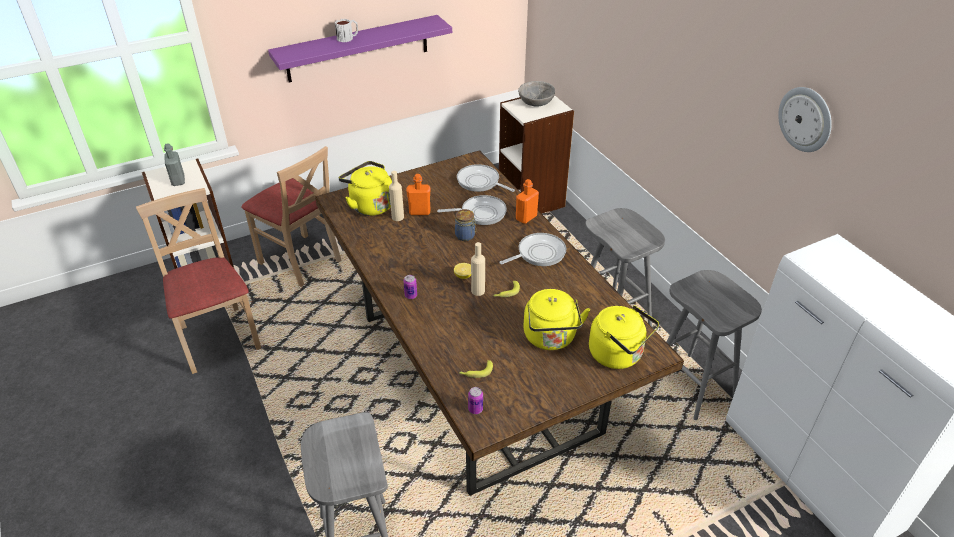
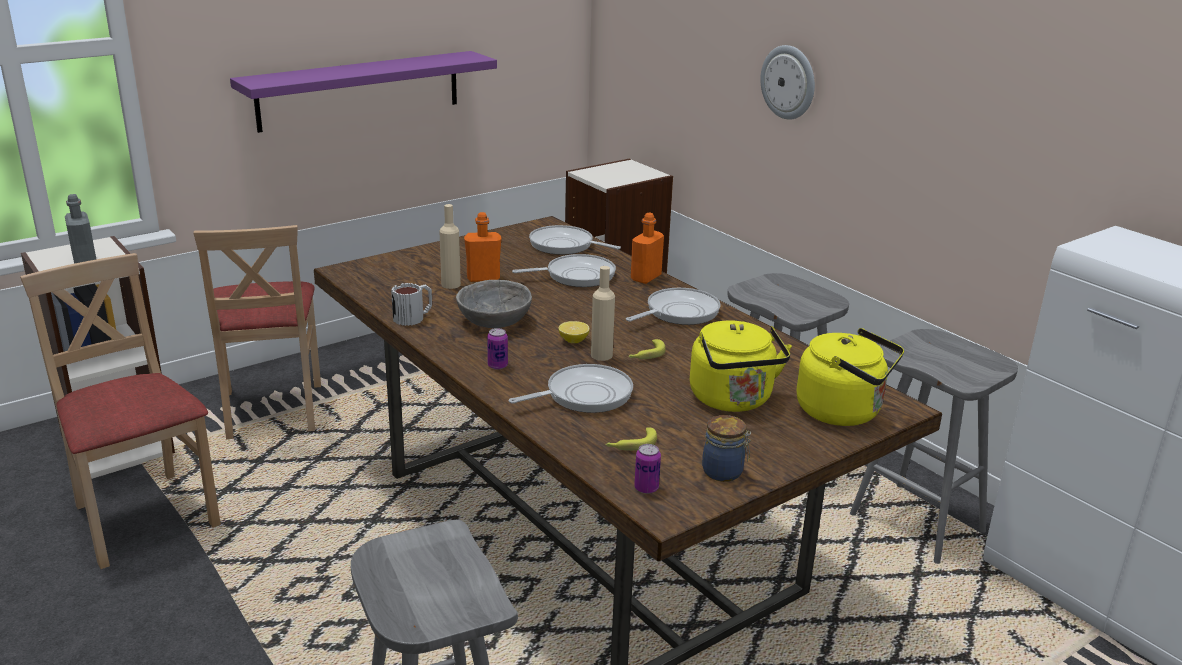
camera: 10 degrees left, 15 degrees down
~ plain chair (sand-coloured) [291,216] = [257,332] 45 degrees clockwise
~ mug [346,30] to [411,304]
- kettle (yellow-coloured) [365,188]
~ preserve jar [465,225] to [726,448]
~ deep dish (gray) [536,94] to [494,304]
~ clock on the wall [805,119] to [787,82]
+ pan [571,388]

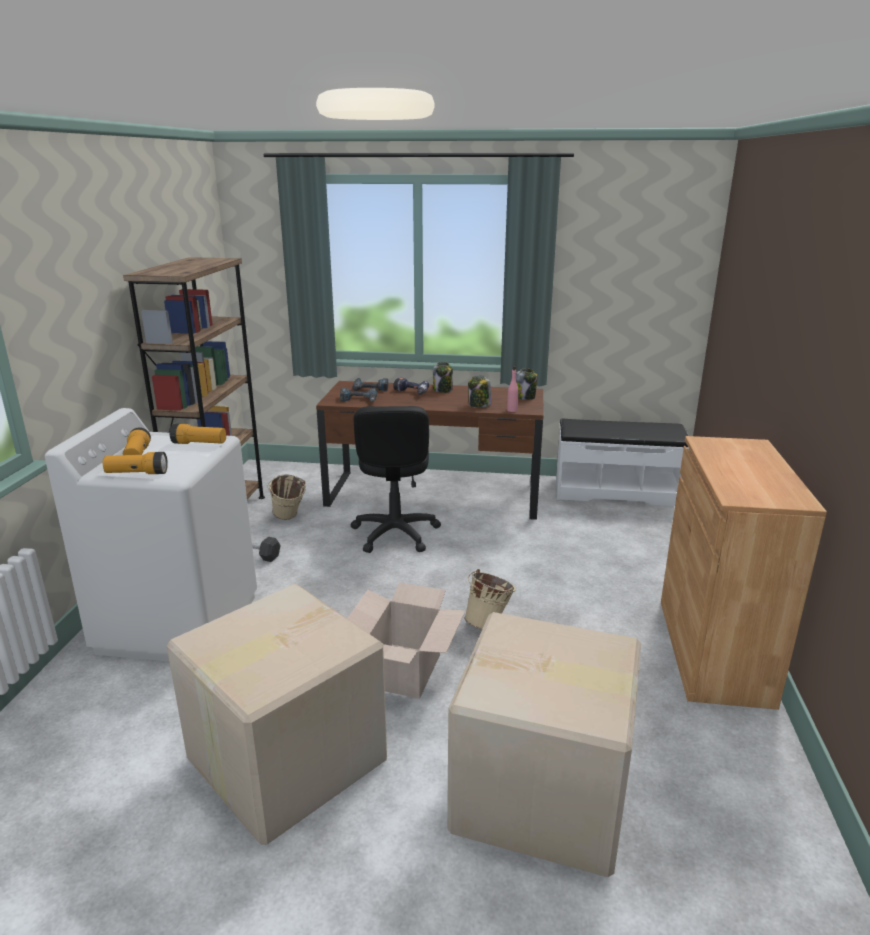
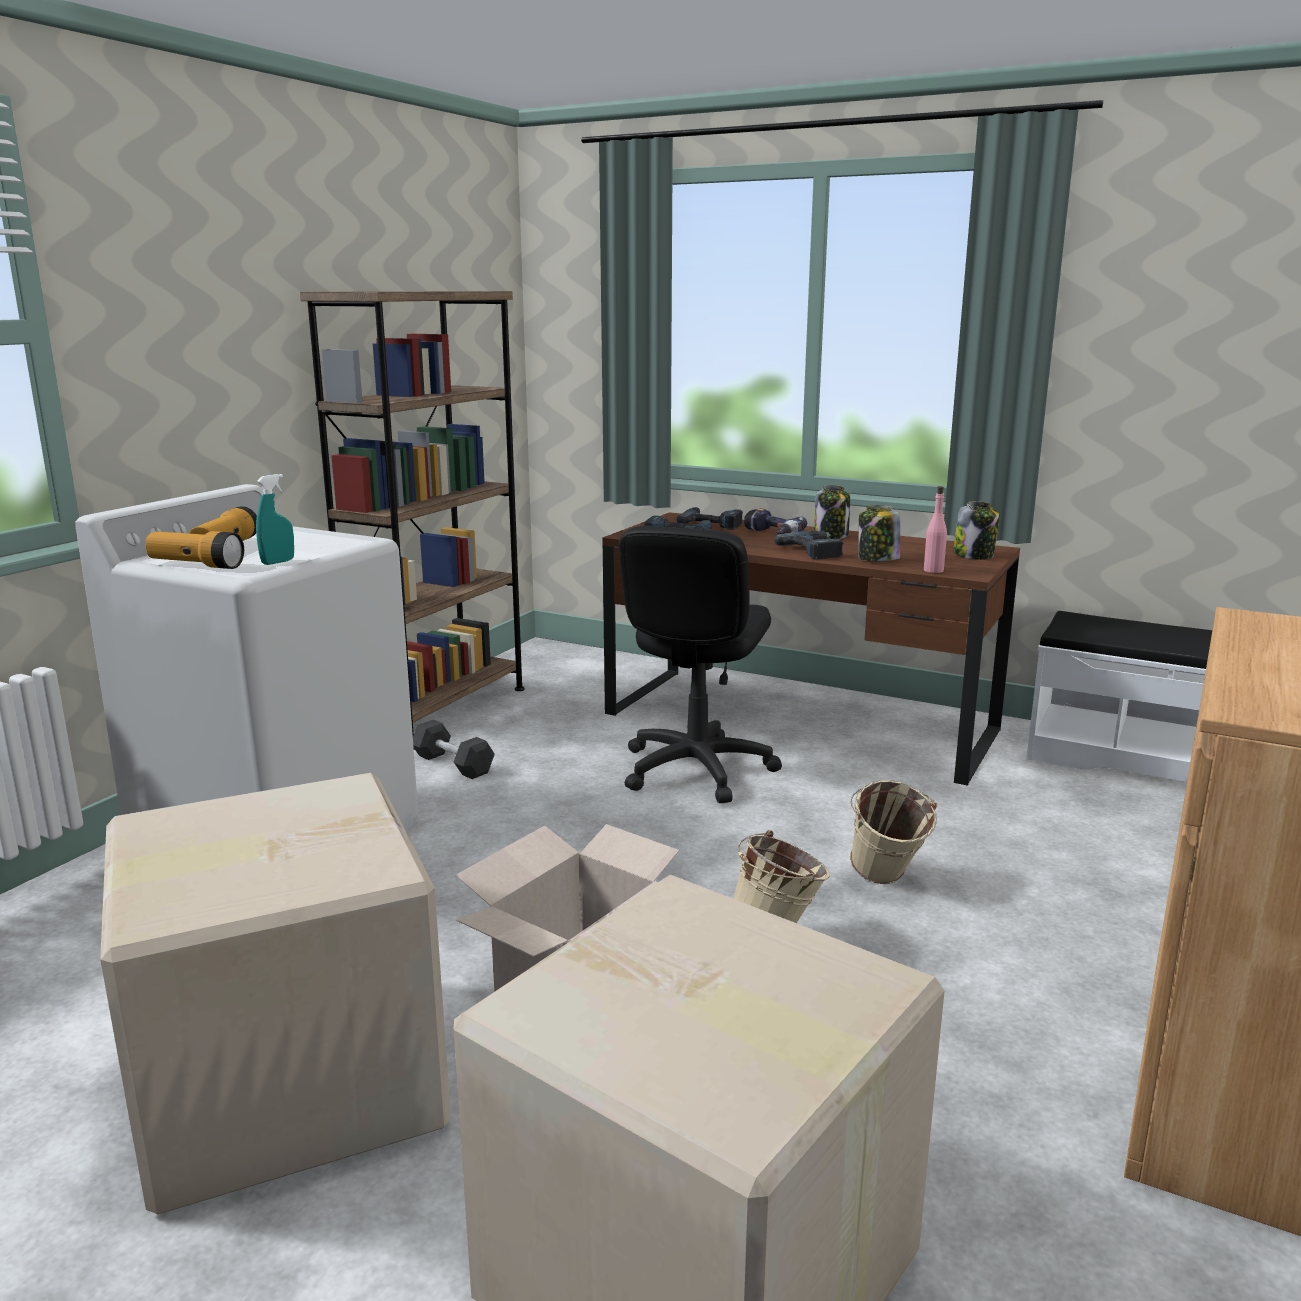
camera: 20 degrees right, 5 degrees down
- hand torch [198,433]
~ water bucket (sand-coloured) [286,497] to [894,832]
+ hand sprayer (turquoise-coloured) [275,519]
+ electric drill [809,544]

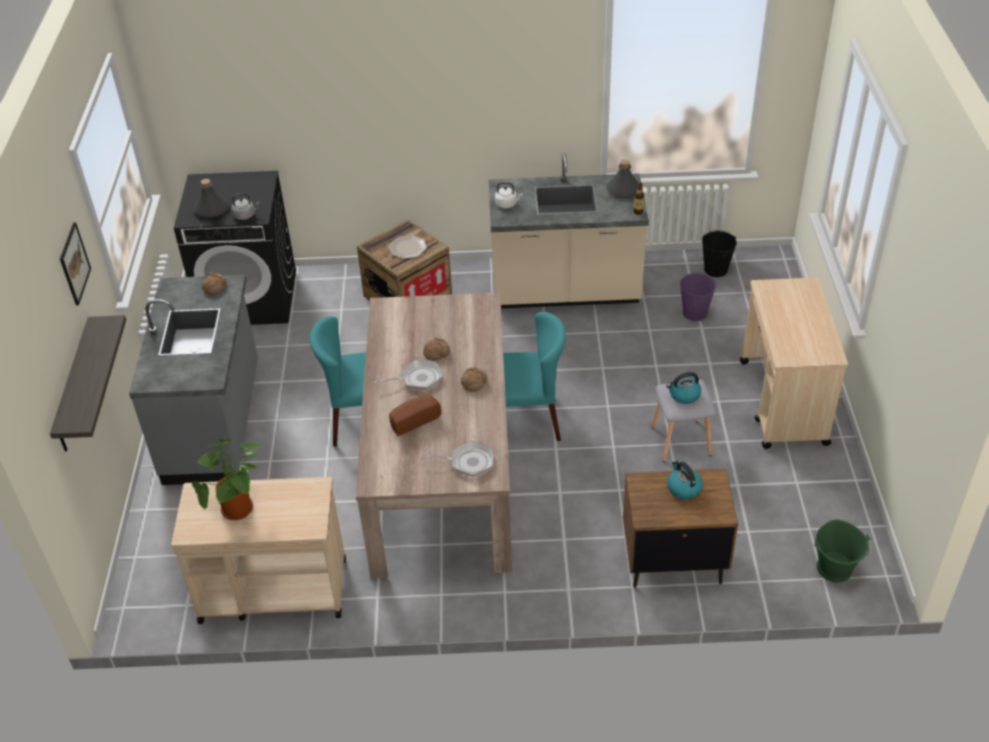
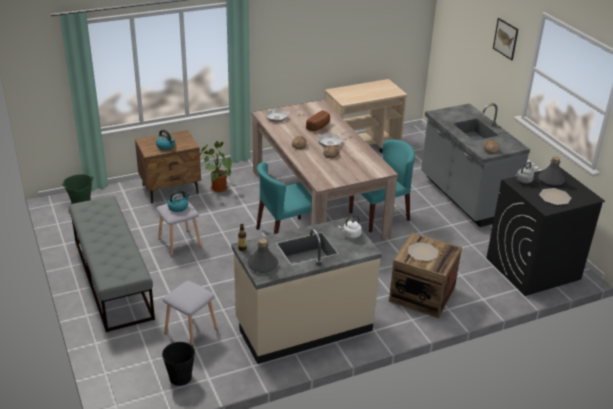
camera: 155 degrees right, 10 degrees down
- shelf [88,383]
~ plant in a pot [226,479] to [216,166]
~ water bucket (purple) [698,297] to stool seat (gray) [190,314]
~ trolley (sand-coloured) [794,363] to bench (gray) [112,264]
+ plate [555,196]

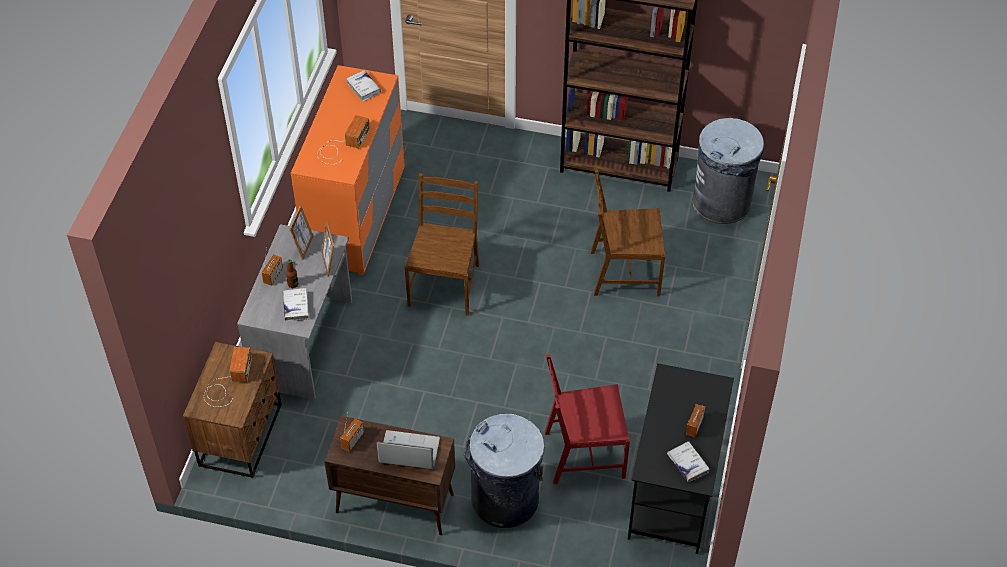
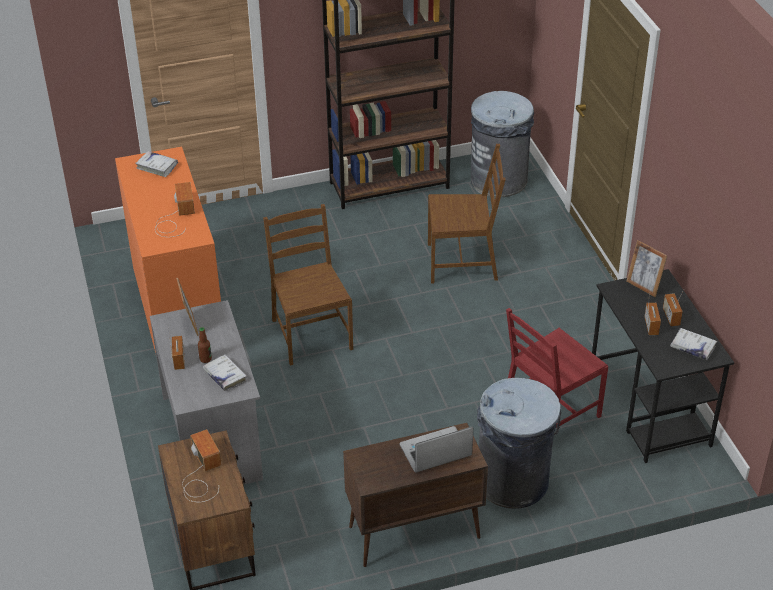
camera: 30 degrees left, 10 degrees down
~ picture frame [327,249] to [646,268]
~ radio set [352,433] to [652,313]
~ plain chair (brown-coloured) [628,232] = [467,214] 150 degrees counterclockwise

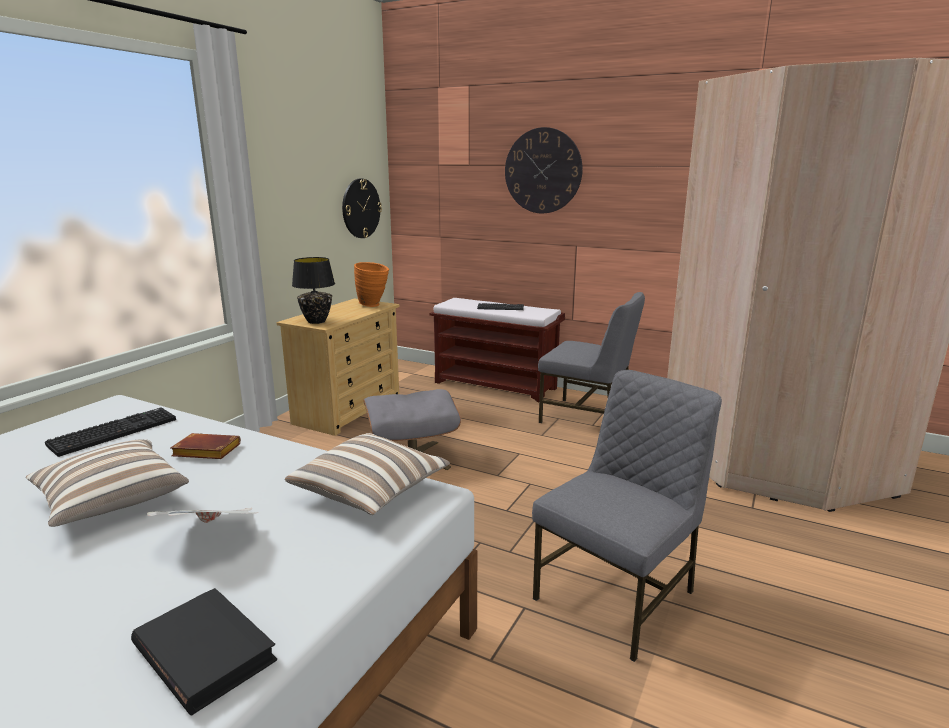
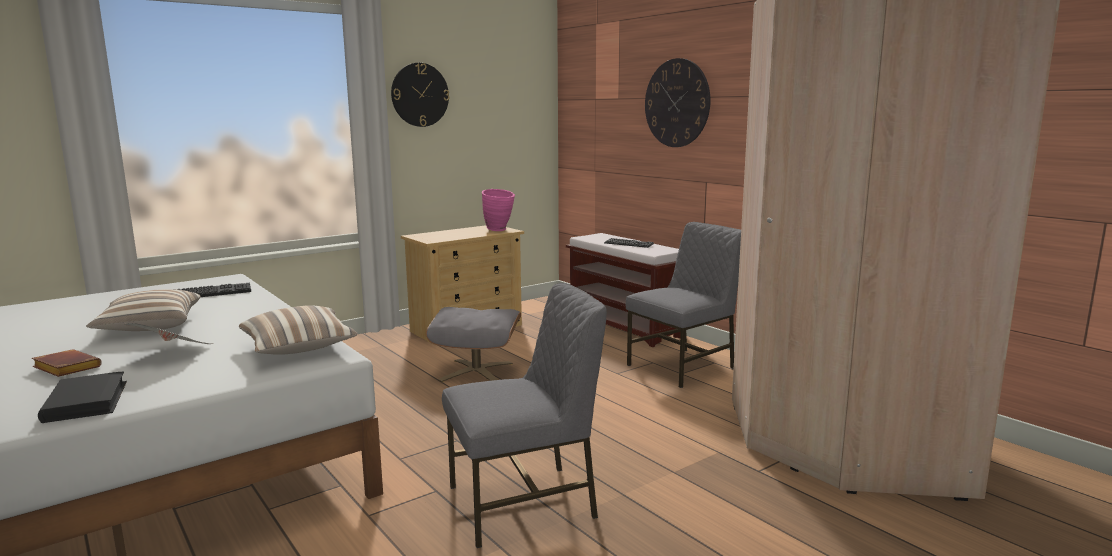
camera: 25 degrees right, 5 degrees down
~ book (brown-coloured) [205,446] to [67,363]
- table lamp (black) [313,290]
~ clock on the wall [362,208] to [420,95]
~ vase (orange-coloured) [371,284] to vase (pink) [498,210]
~ plain chair (gray) [591,357] = [683,305] 90 degrees counterclockwise

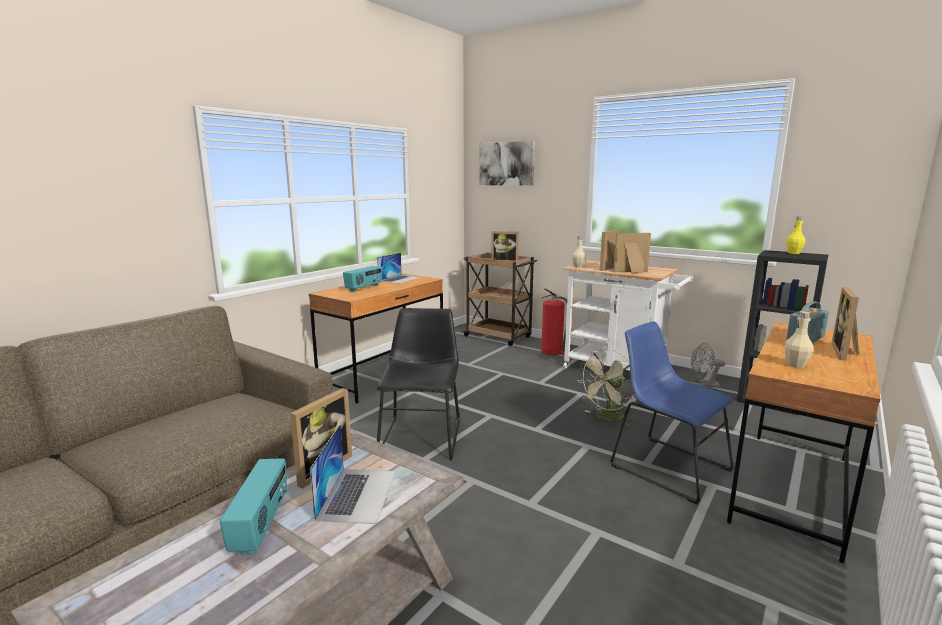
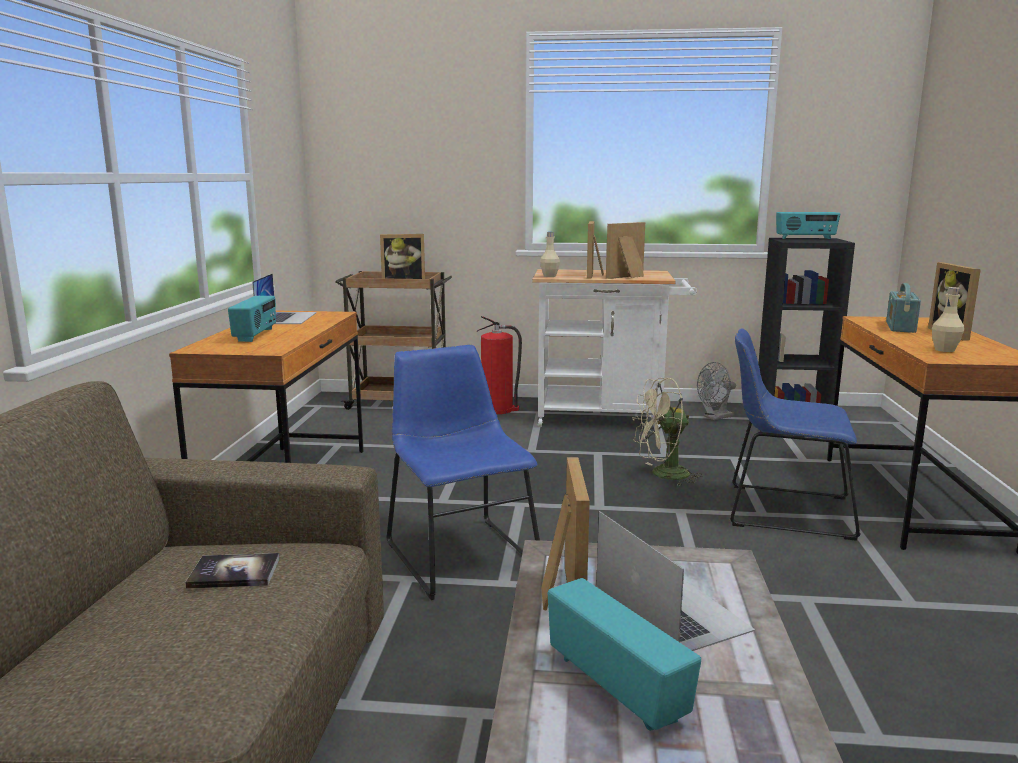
camera: 30 degrees left, 0 degrees up
~ plain chair (black) [418,384] to plain chair (bluish) [463,472]
- picture [507,163]
~ fan (sand-coloured) [605,387] = [668,432] 60 degrees clockwise
~ drink bottle (yellow-coloured) [796,235] to radio set [808,225]
+ book [232,571]

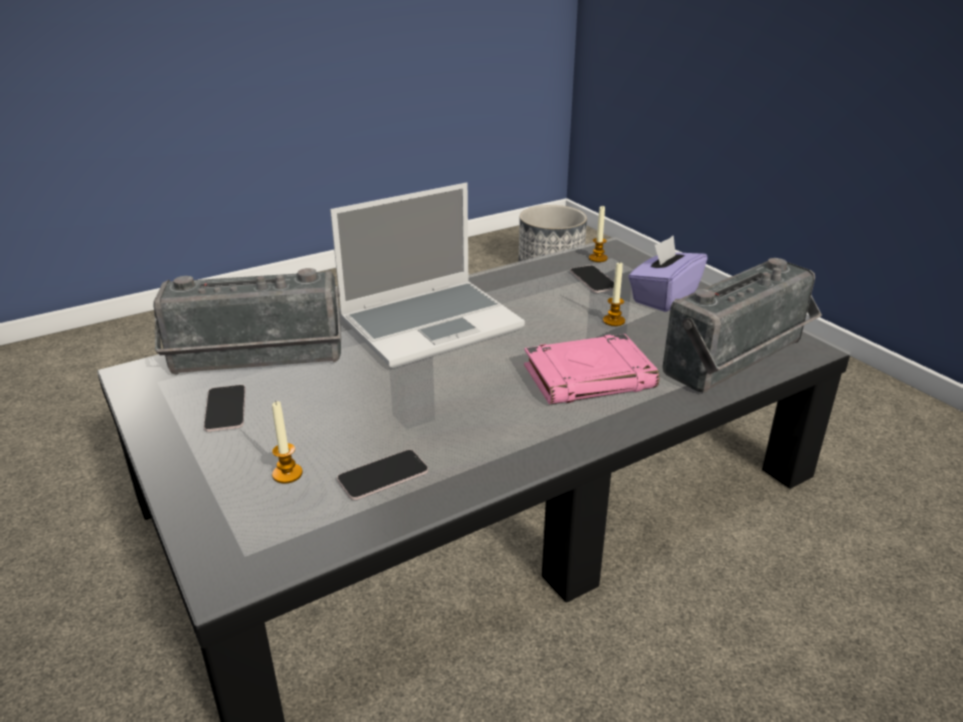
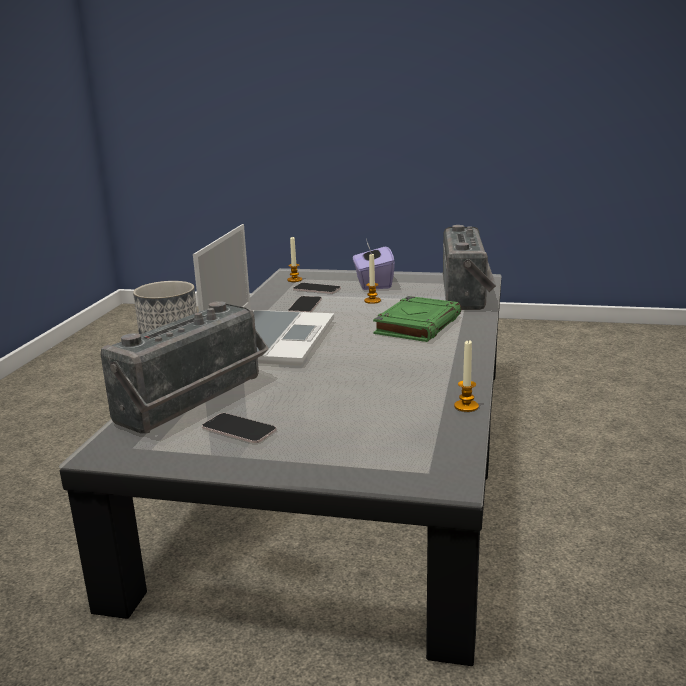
camera: 45 degrees left, 10 degrees down
~ candle [287,442] to [466,375]
~ telephone [382,475] to [305,304]
~ book (pink) [591,369] to book (greenish) [417,319]

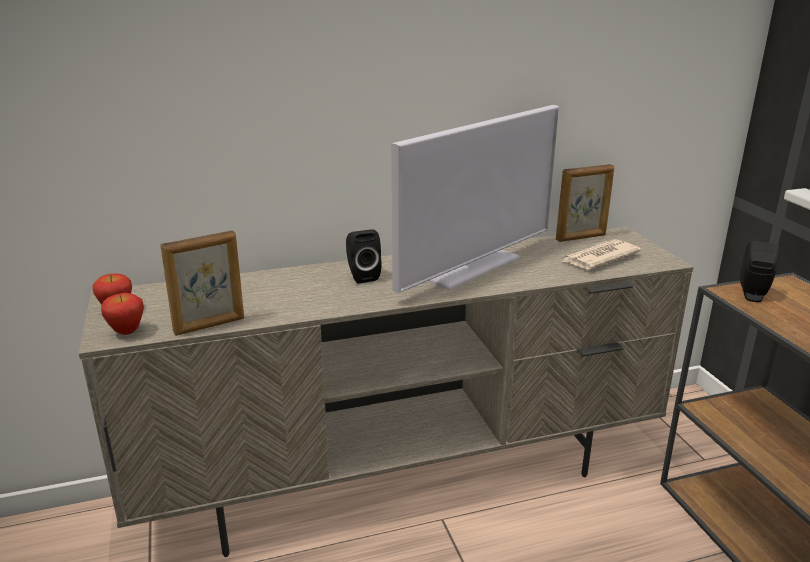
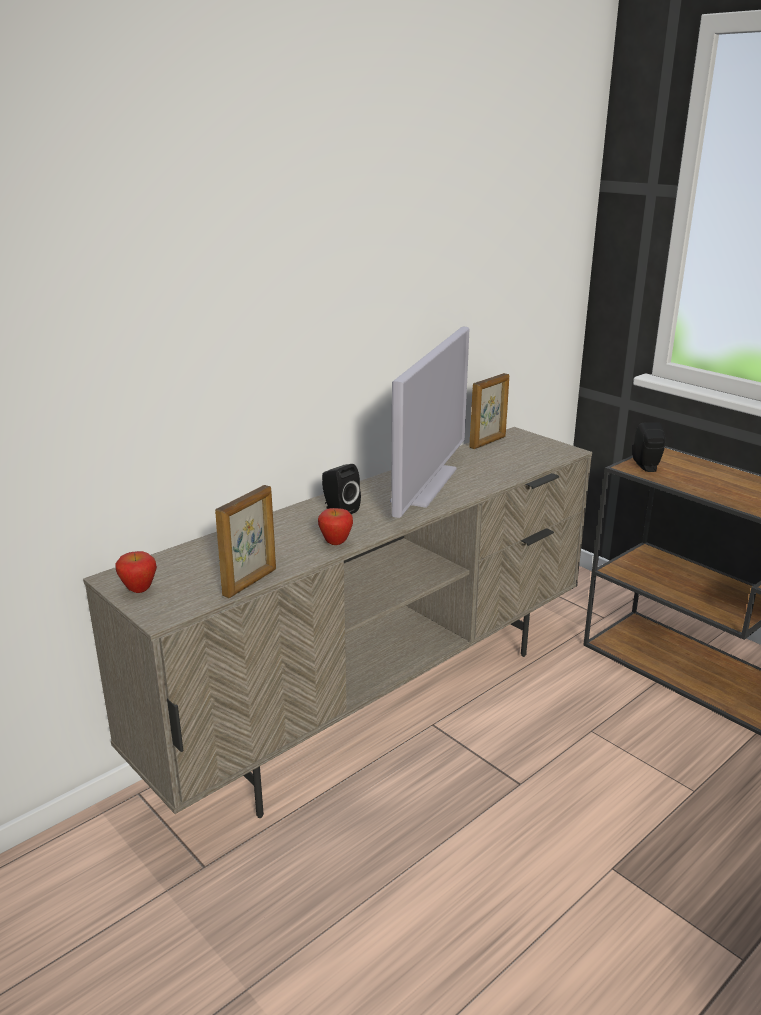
camera: 25 degrees left, 0 degrees up
~ apple fruit [122,314] to [335,526]
- daily paper [601,254]

